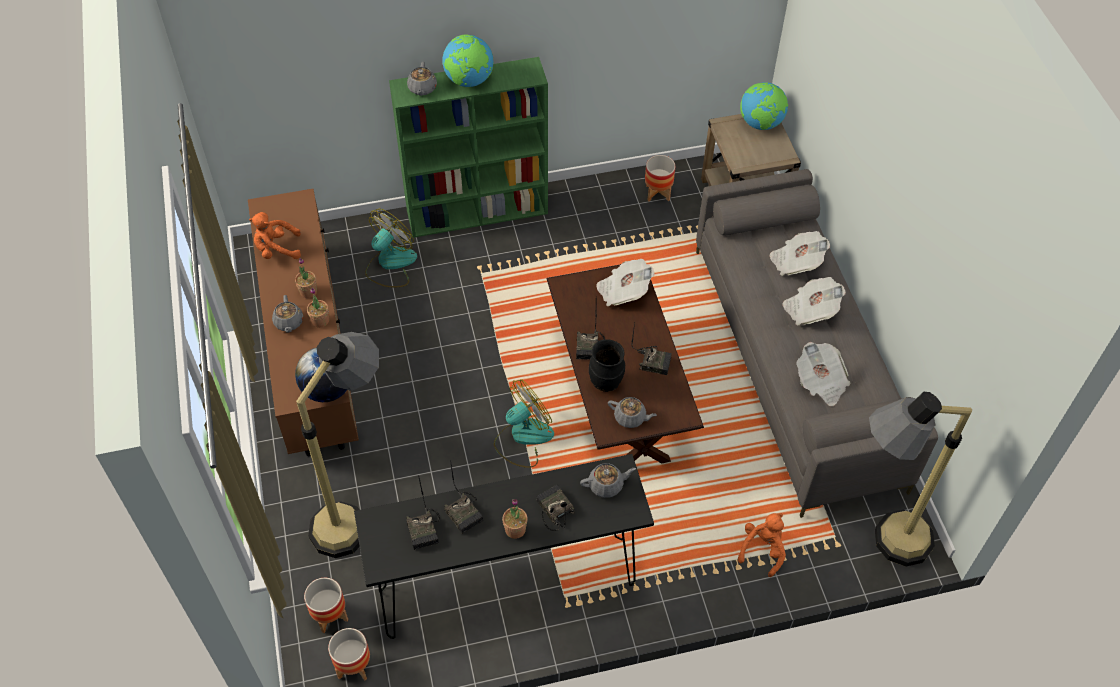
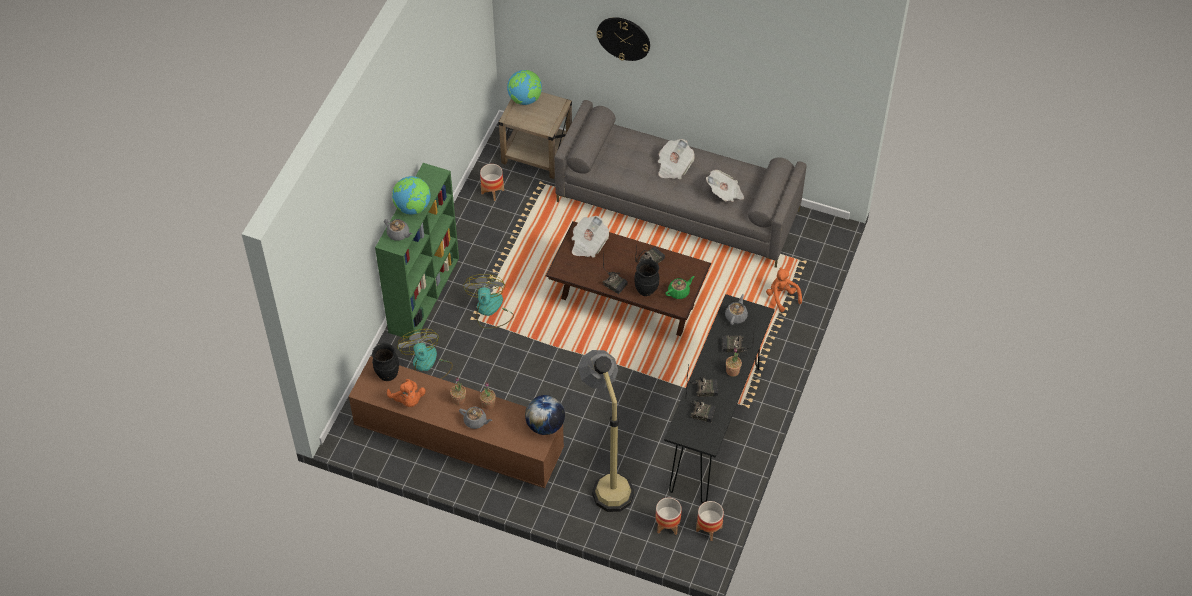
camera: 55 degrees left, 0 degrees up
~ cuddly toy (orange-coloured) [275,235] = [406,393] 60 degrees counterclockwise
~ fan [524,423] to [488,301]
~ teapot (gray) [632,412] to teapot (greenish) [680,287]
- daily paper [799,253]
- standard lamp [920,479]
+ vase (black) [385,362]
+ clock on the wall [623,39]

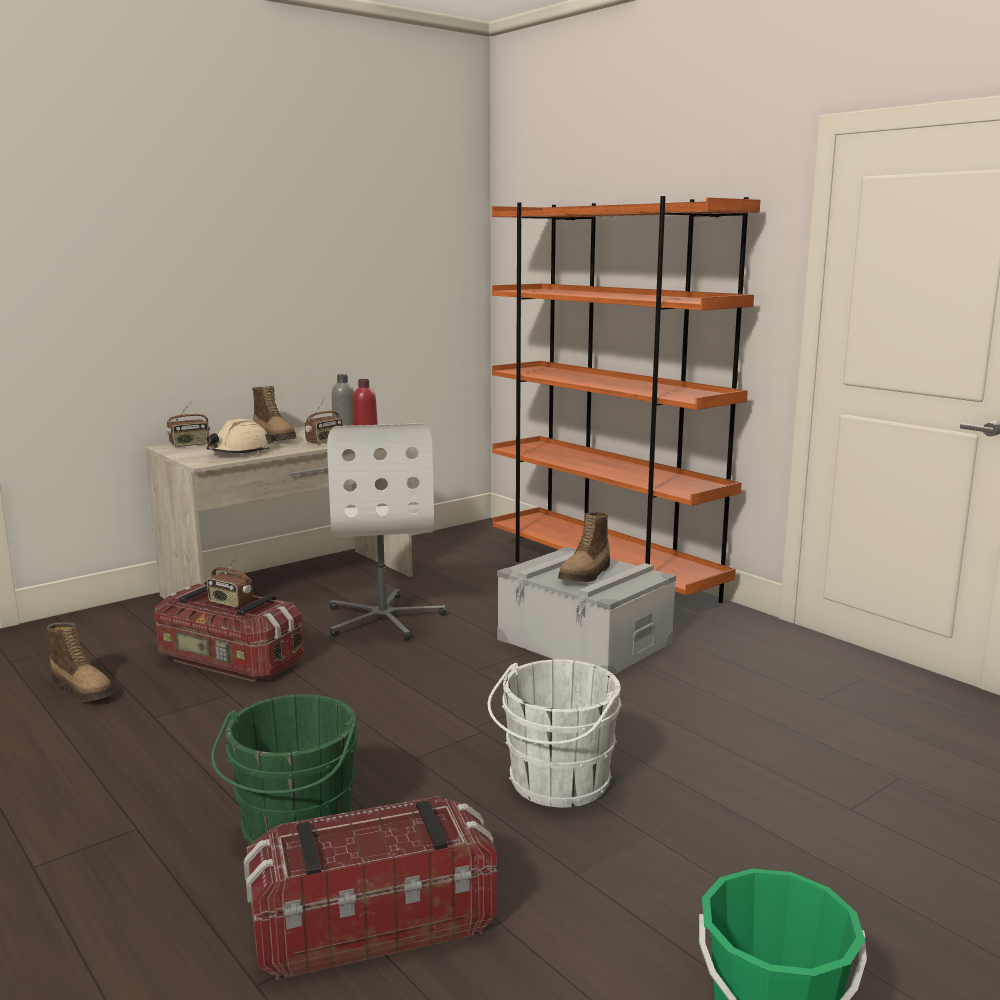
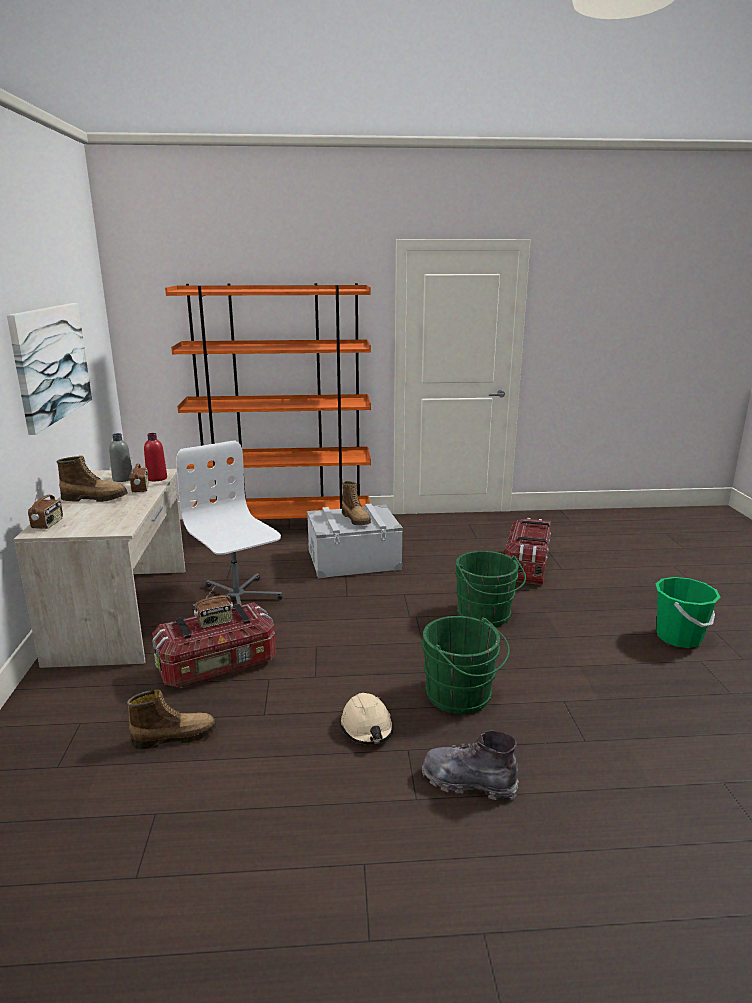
camera: 55 degrees left, 5 degrees up
~ work helmet (sand-coloured) [240,436] to [367,718]
~ storage box [370,888] to [528,551]
~ computer chair (white-coloured) [386,532] = [229,525] 150 degrees counterclockwise
~ water bucket (white-coloured) [554,733] to water bucket (greenish) [490,589]
+ picture [49,369]
+ high-top boot (gray) [470,765]

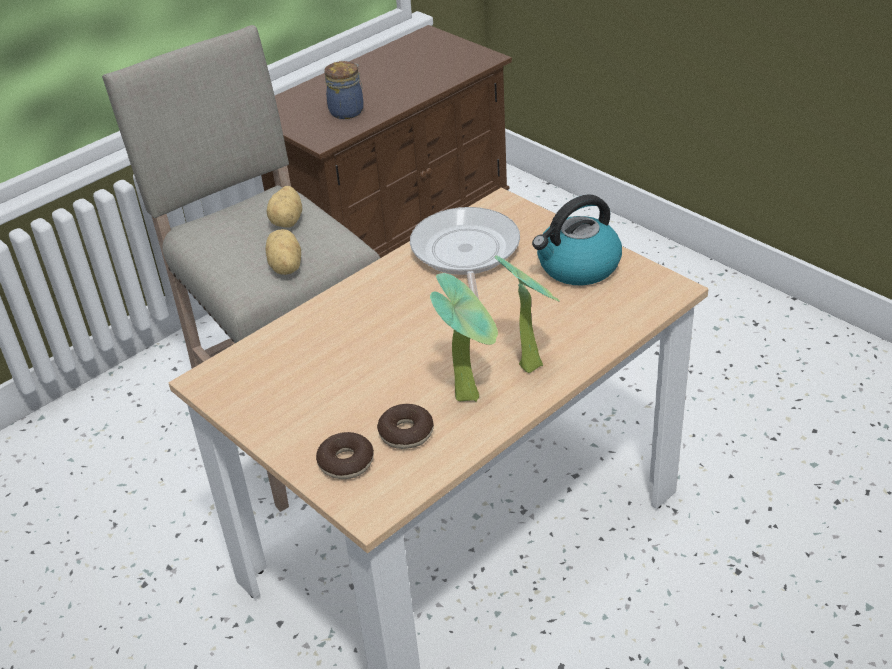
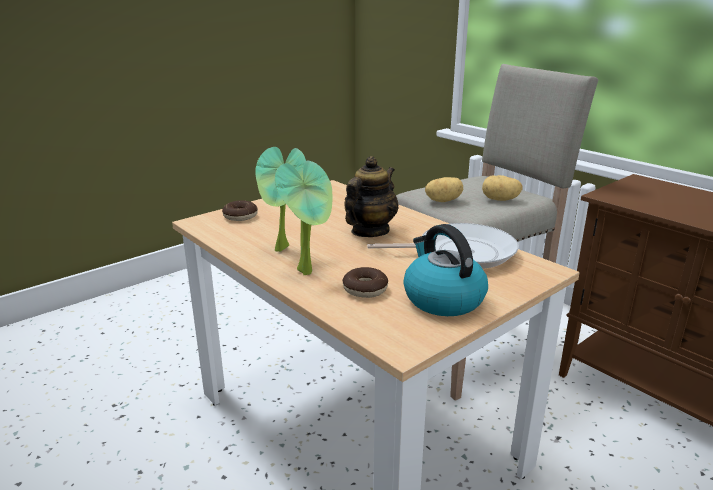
camera: 90 degrees right, 15 degrees down
- preserve jar [344,90]
~ ring doughnut [405,426] to [365,282]
+ teapot [371,196]

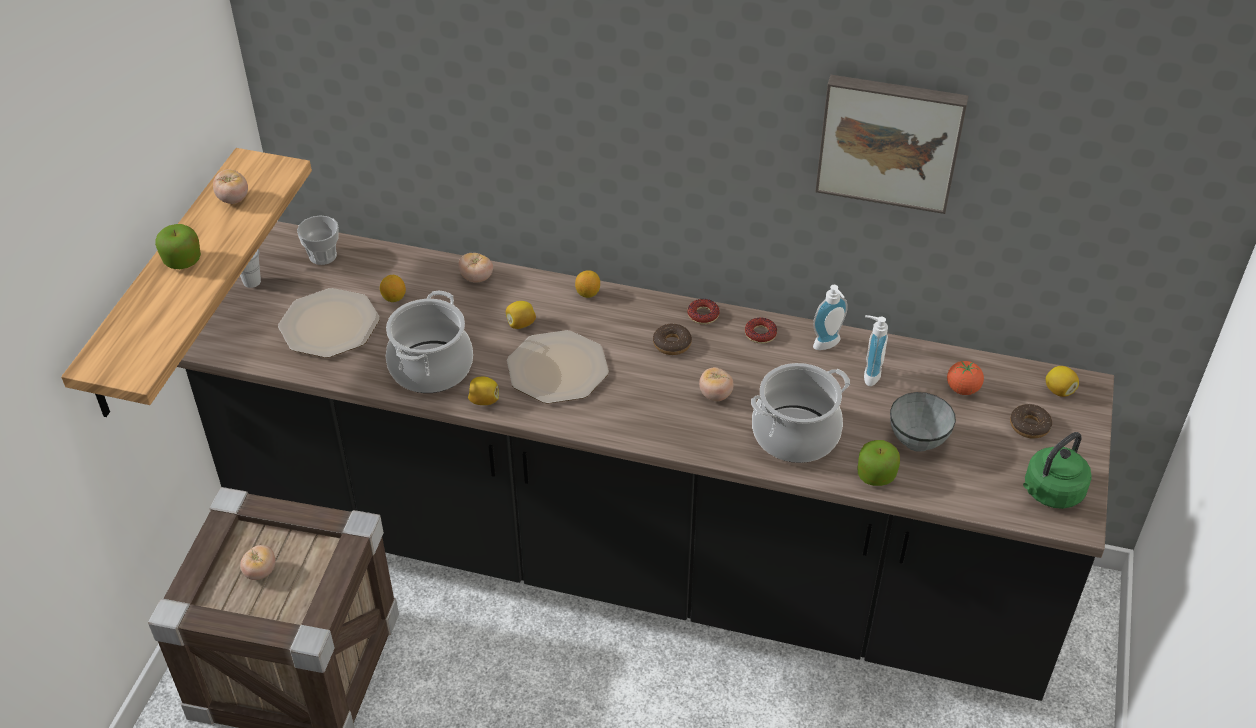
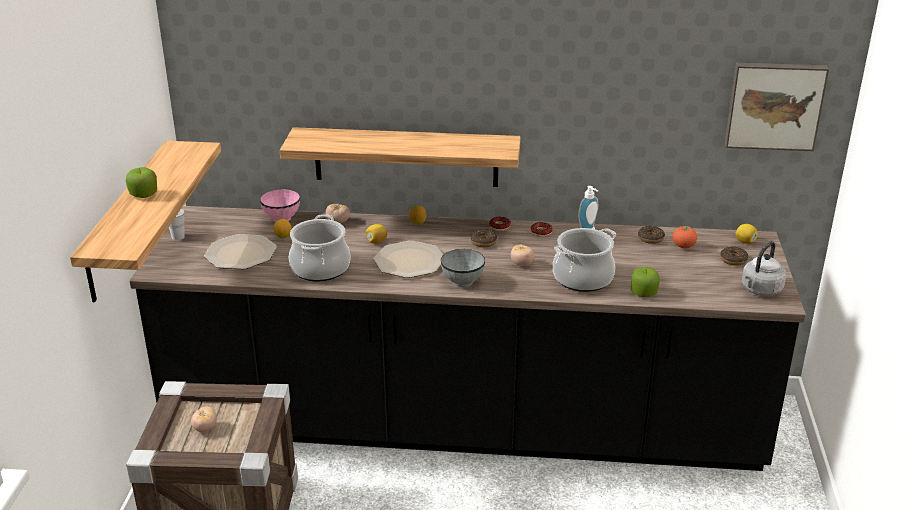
camera: 10 degrees left, 15 degrees down
- fresh tomato [230,186]
- drinking cup [318,240]
- lemon [483,391]
~ picture [891,144] to [777,107]
- soap bottle [876,350]
~ deep dish (gray) [923,422] to [463,268]
~ kettle (greenish) [1057,470] to kettle (gray) [764,268]
+ deep dish (pink) [280,205]
+ shelf [400,157]
+ ring doughnut [651,235]

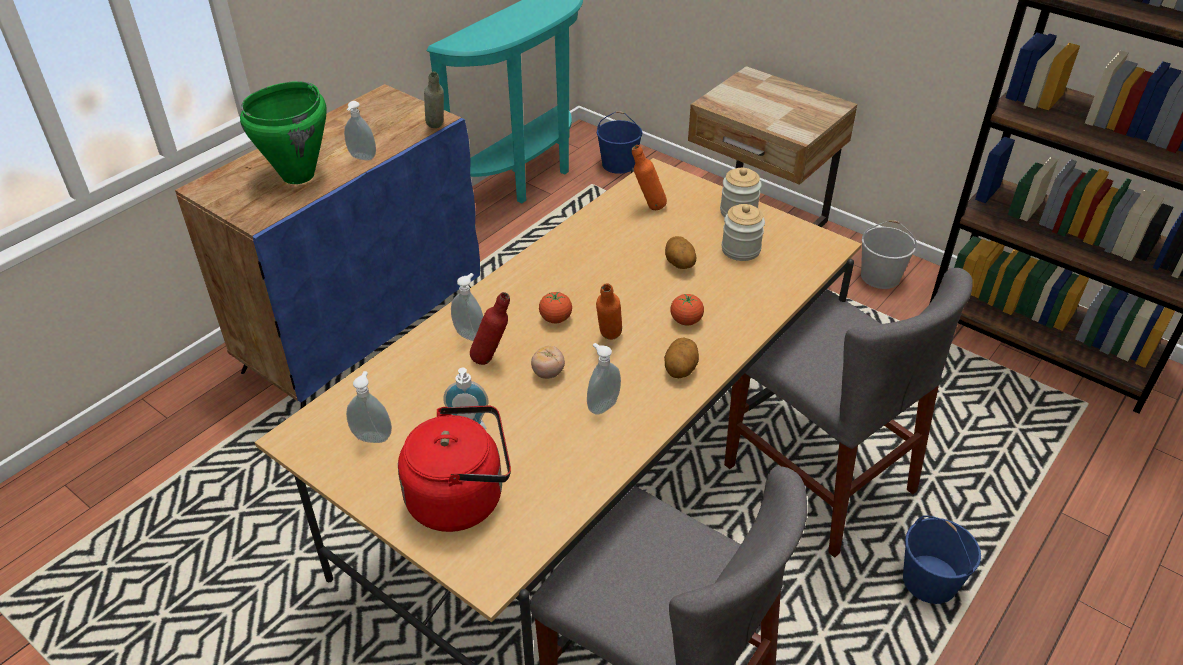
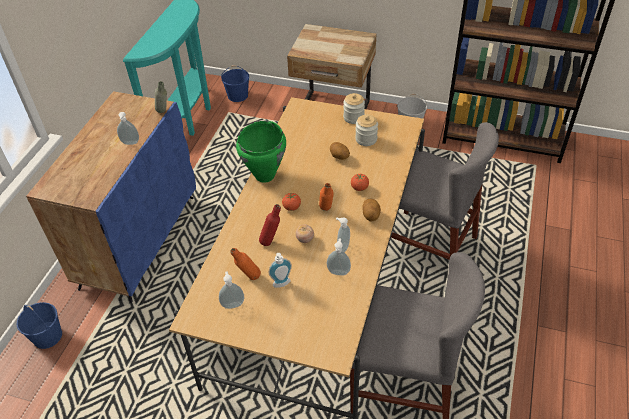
camera: 20 degrees left, 5 degrees up
~ saucepot (greenish) [283,132] to [261,152]
- kettle (red) [454,469]
~ soap bottle [467,307] to [339,257]
~ drink bottle (orange-coloured) [649,177] to [245,264]
~ water bucket (bluish) [942,559] to [39,325]

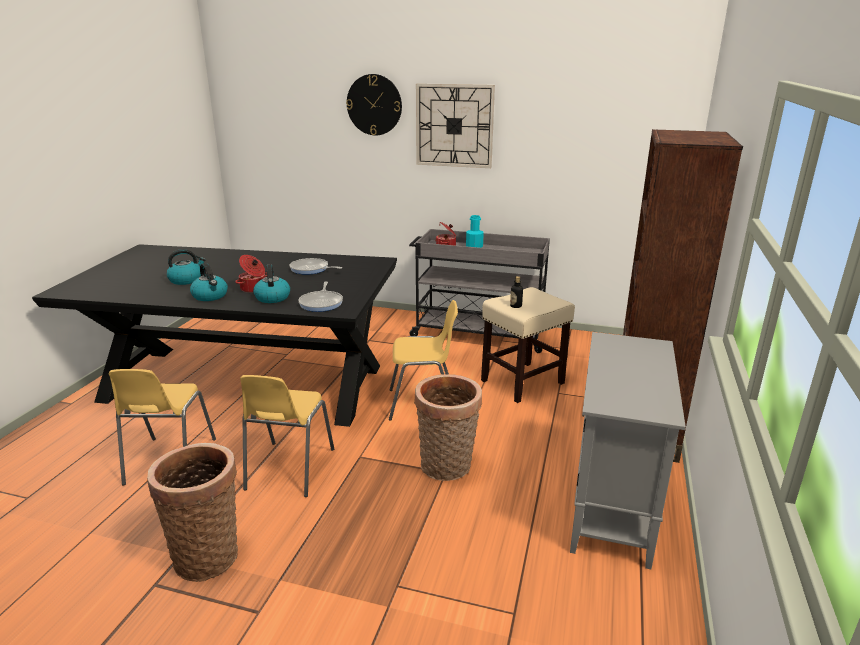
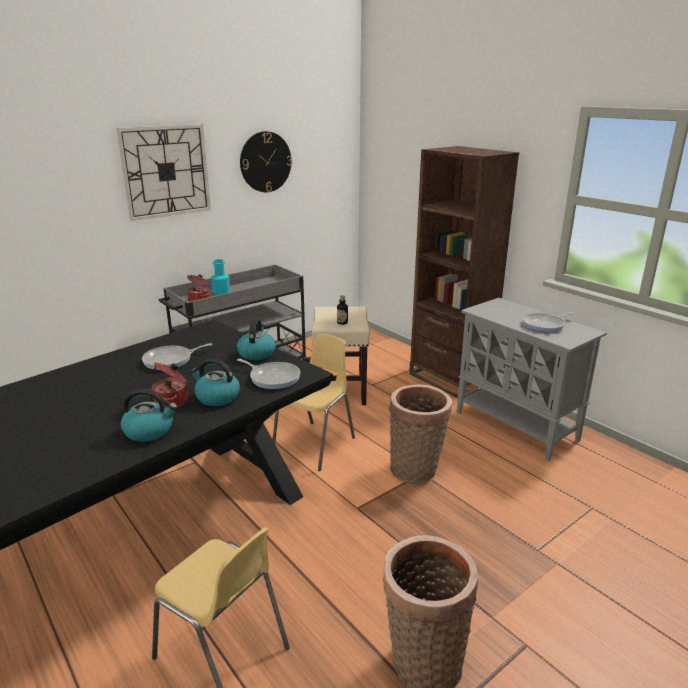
camera: 55 degrees left, 0 degrees up
~ kettle [186,267] to [256,339]
- plain chair (yellow-coloured) [287,436]
~ clock on the wall [374,104] to [266,161]
+ pan [549,322]

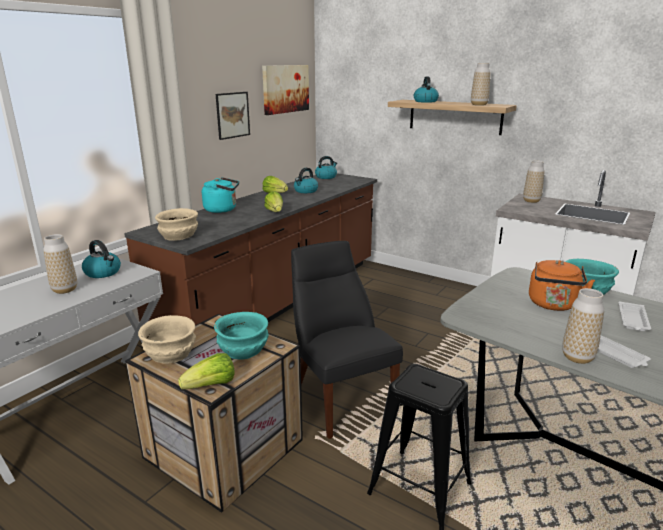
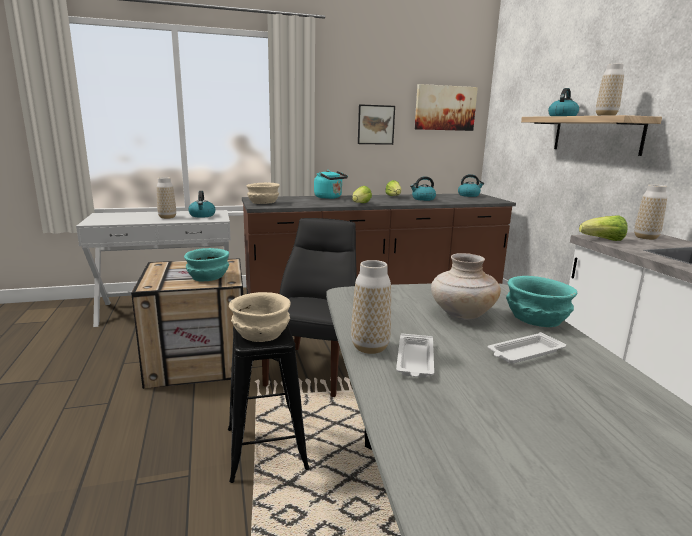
camera: 40 degrees right, 5 degrees down
~ deep dish (sand-coloured) [167,339] to [260,317]
~ lettuce [206,371] to [603,228]
~ kettle (orange-coloured) [562,285] to vase (sand-coloured) [466,286]

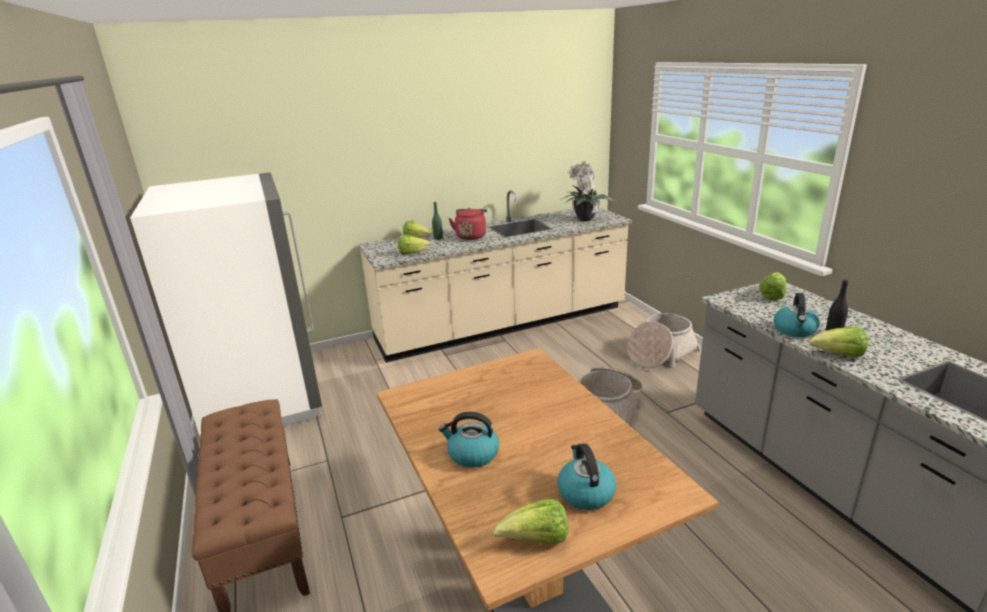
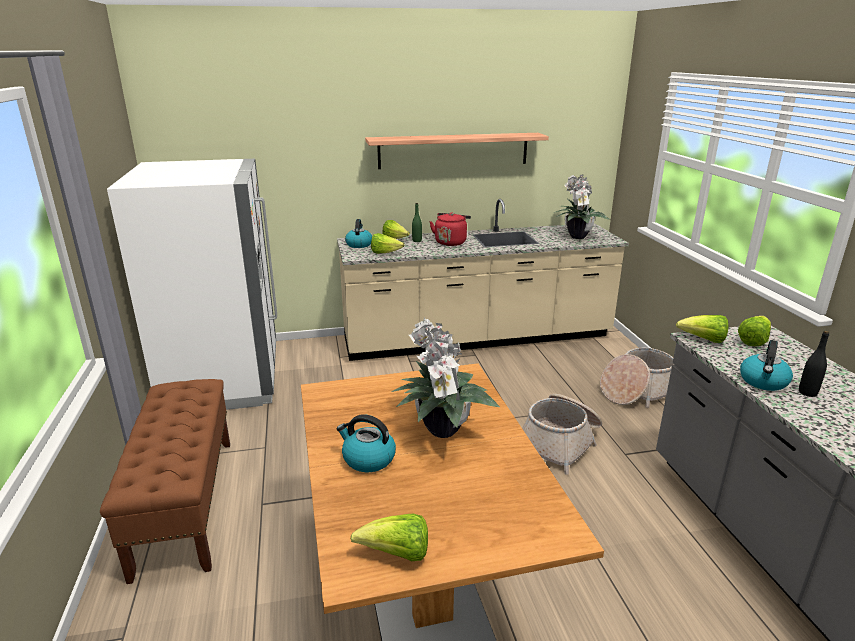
camera: 10 degrees right, 0 degrees up
~ kettle [586,476] to [358,233]
~ lettuce [838,342] to [702,329]
+ shelf [457,151]
+ plant in a pot [445,377]

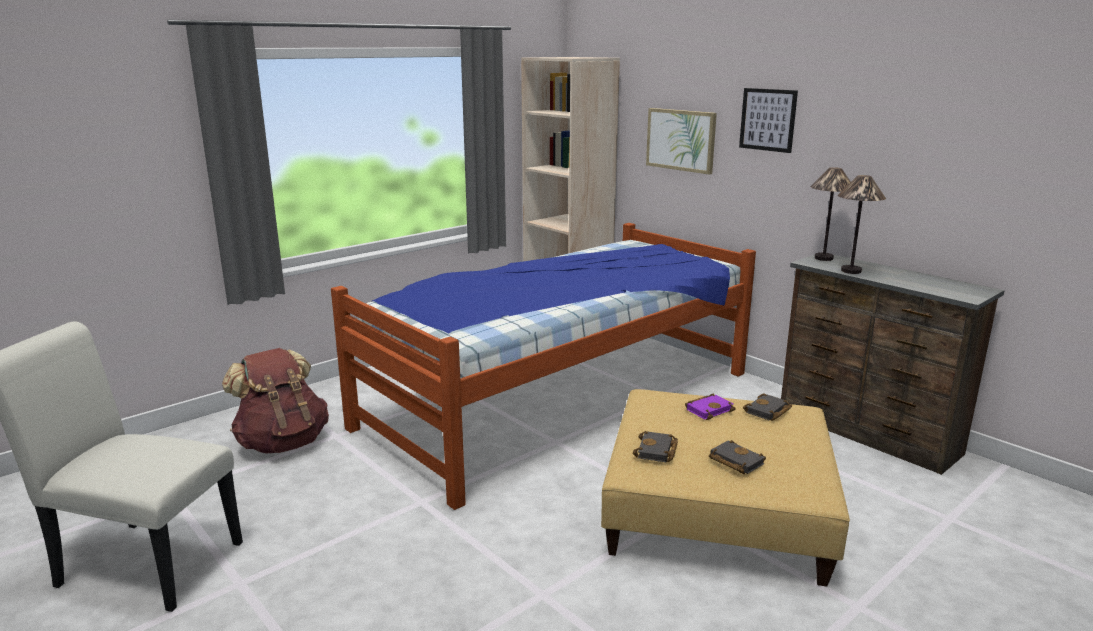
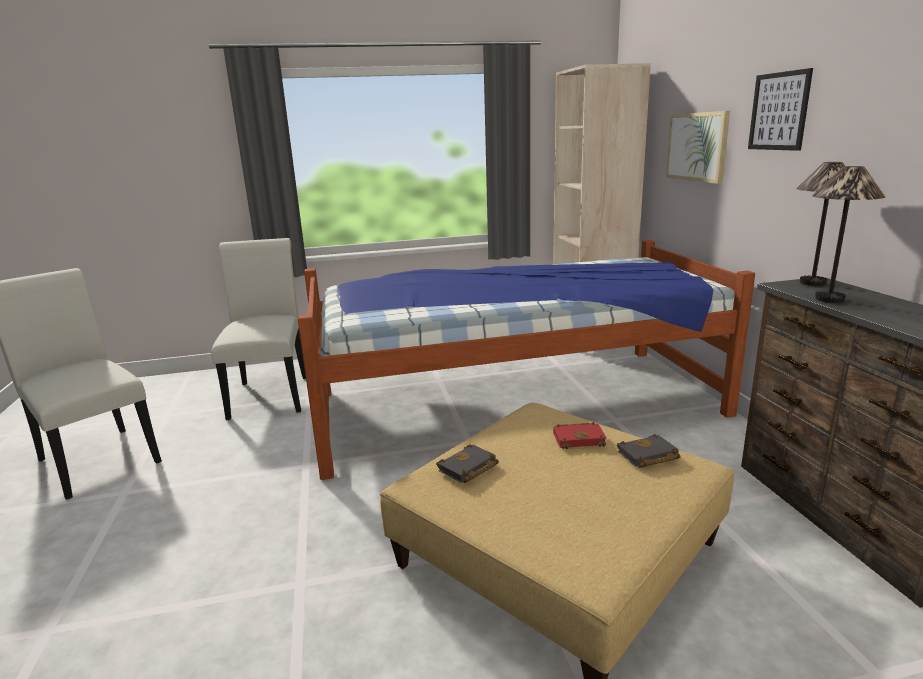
camera: 30 degrees right, 0 degrees up
~ rucksack (brown-coloured) [275,400] to plain chair (white-coloured) [258,329]
~ book (purple) [710,407] to book (red) [580,435]
- book (black) [737,457]

